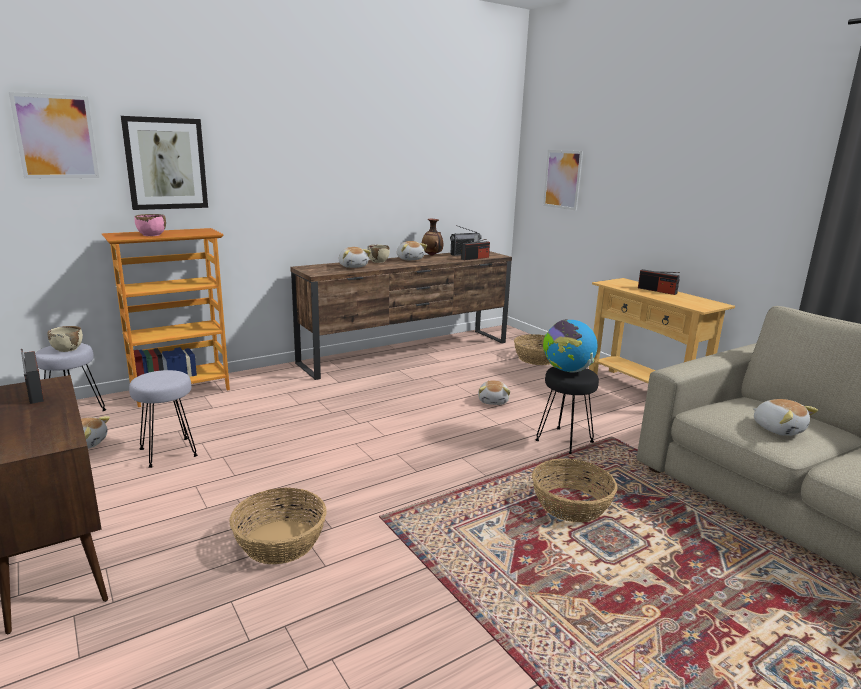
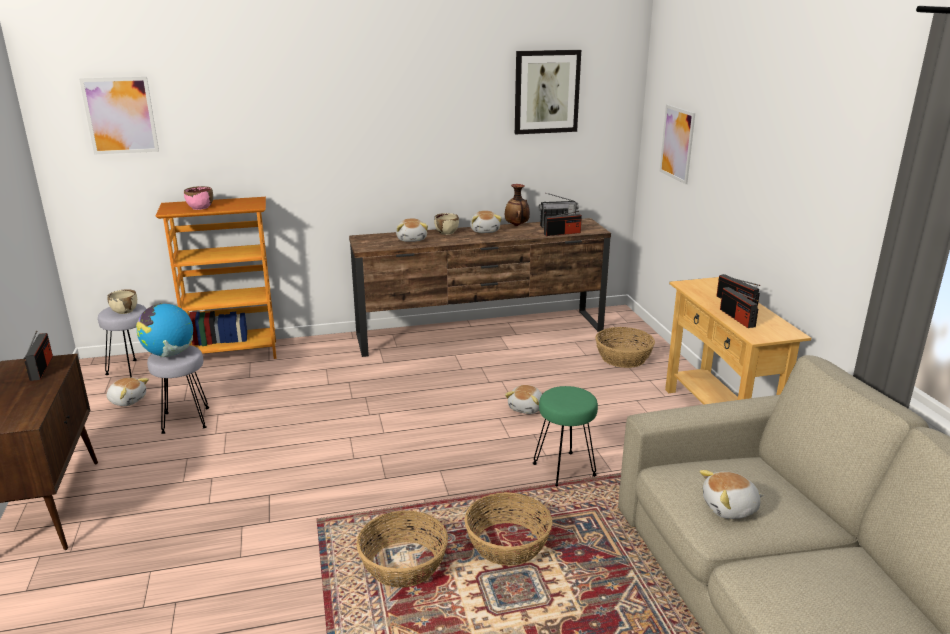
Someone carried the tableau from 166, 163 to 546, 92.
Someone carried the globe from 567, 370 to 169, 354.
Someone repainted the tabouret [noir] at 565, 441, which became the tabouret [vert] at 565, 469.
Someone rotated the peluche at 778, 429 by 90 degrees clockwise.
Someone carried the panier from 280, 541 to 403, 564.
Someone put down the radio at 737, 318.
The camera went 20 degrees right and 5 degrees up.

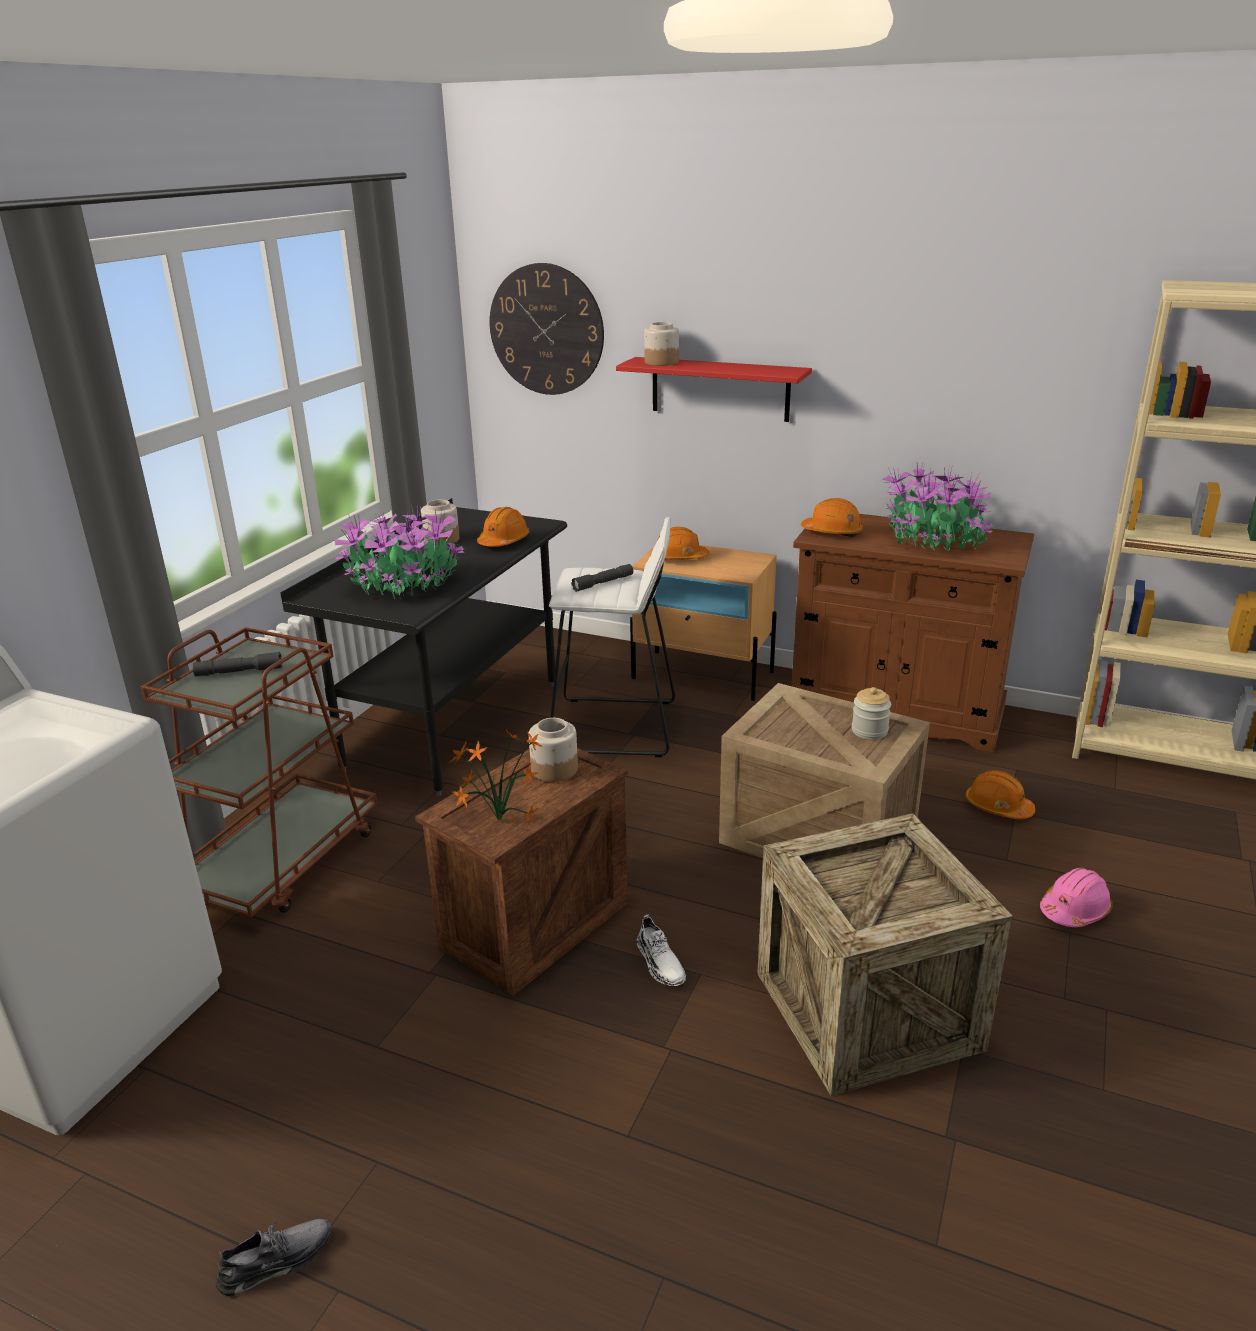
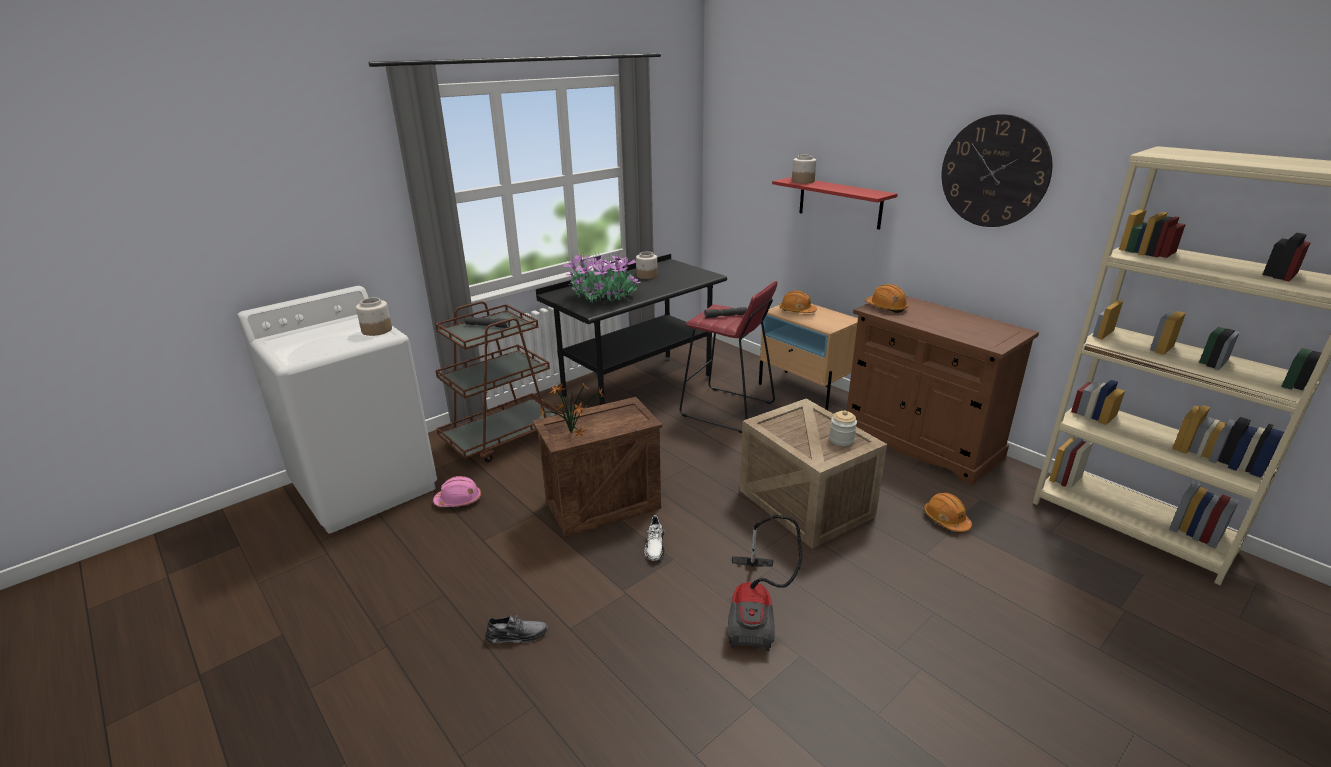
Someone carried the horloge murale from 546, 330 to 994, 171.
Someone took away the plante en pot at 932, 541.
Someone took away the casque de chantier [orange] at 504, 541.
Someone repainted the tabouret [blanc] at 615, 727, which became the tabouret [rouge] at 728, 410.
Someone carried the bocal from 554, 769 to 376, 330.
Someone swapped the caisse at 867, 1010 for the aspirateur at 756, 612.
Someone carried the casque de chantier [rose] from 1074, 910 to 459, 500.
Someone carried the chaussure [gris] from 276, 1261 to 517, 635.
The camera went 25 degrees right and 0 degrees up.

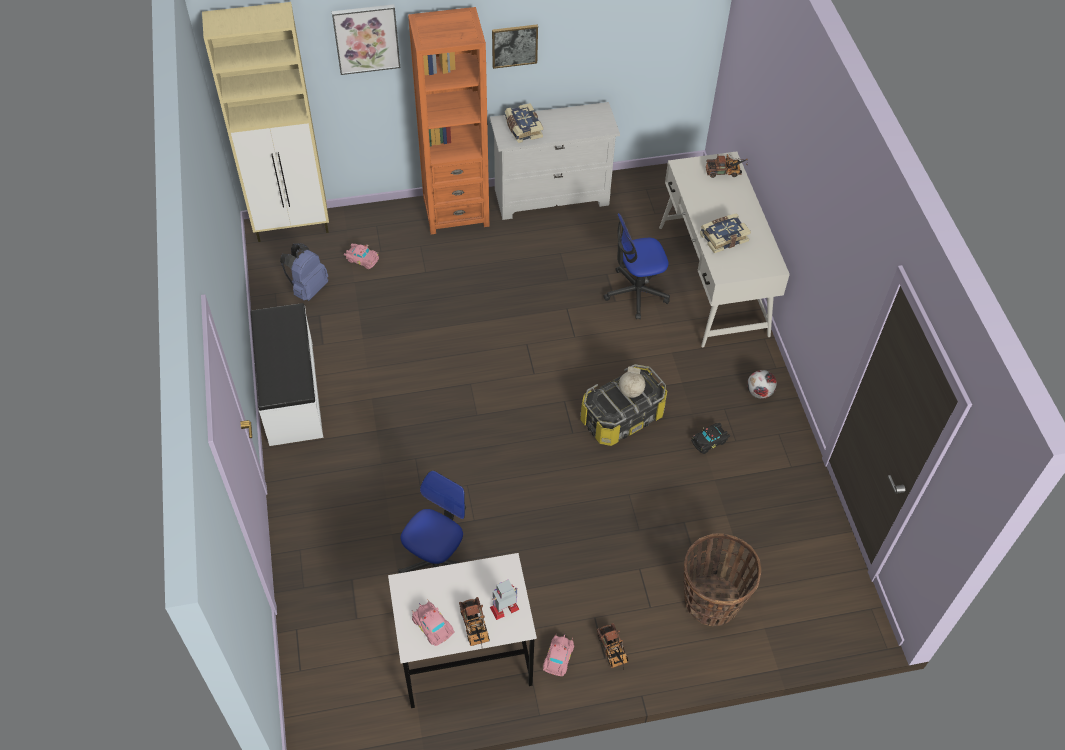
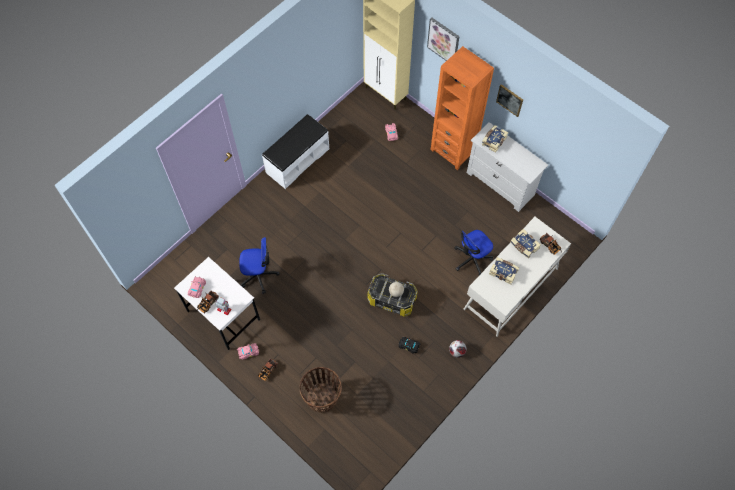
Someone rotated the chaise de bureau at 636, 293 by 75 degrees counterclockwise.
Someone took away the sac à dos [bleu] at 308, 288.
Someone put down the livre at 524, 246.
The camera went 55 degrees right and 10 degrees up.

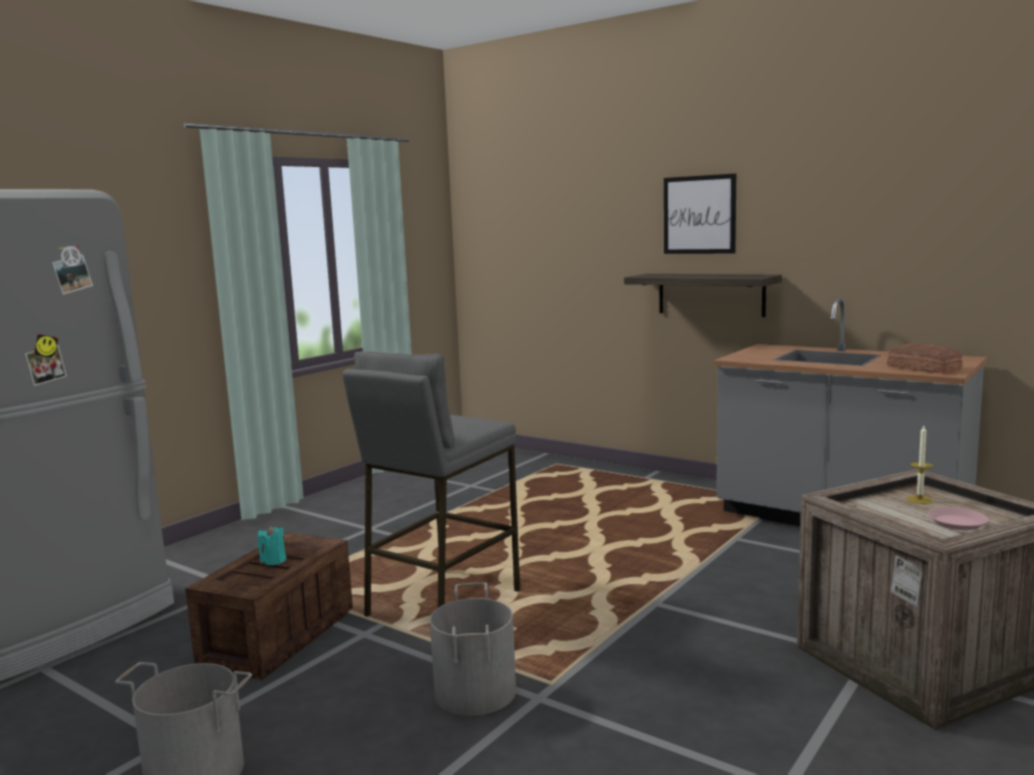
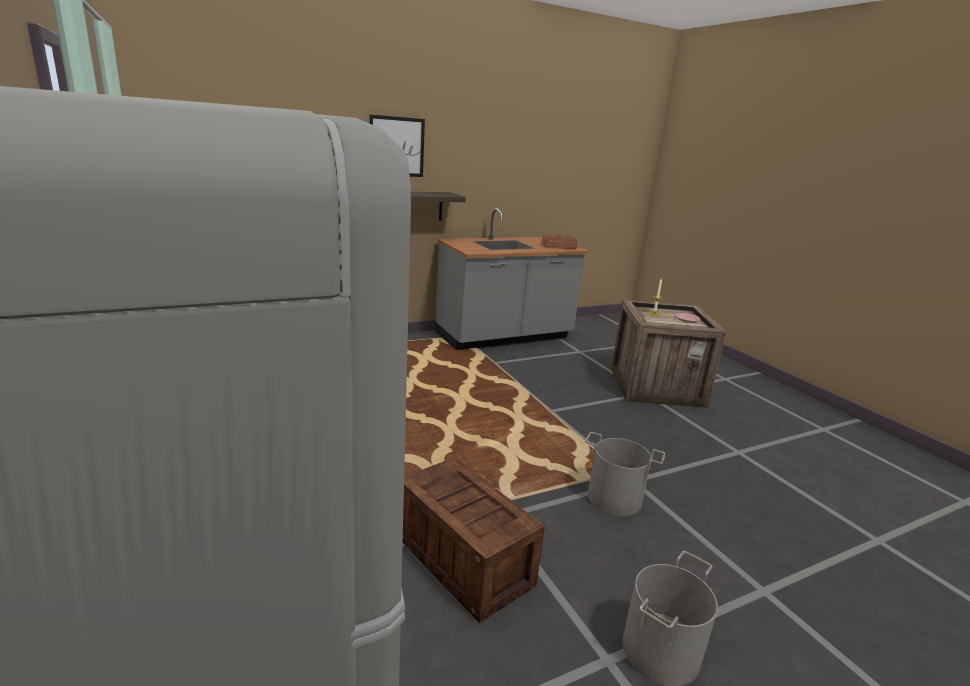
Someone took away the tabouret [gris] at 442, 604.
Someone took away the bougie [turquoise] at 273, 561.
The camera went 65 degrees left and 10 degrees up.

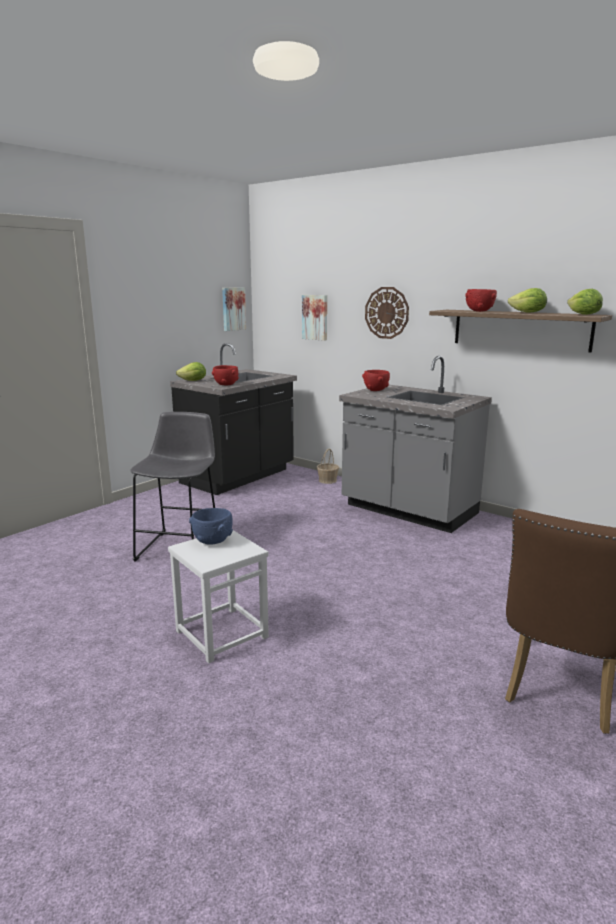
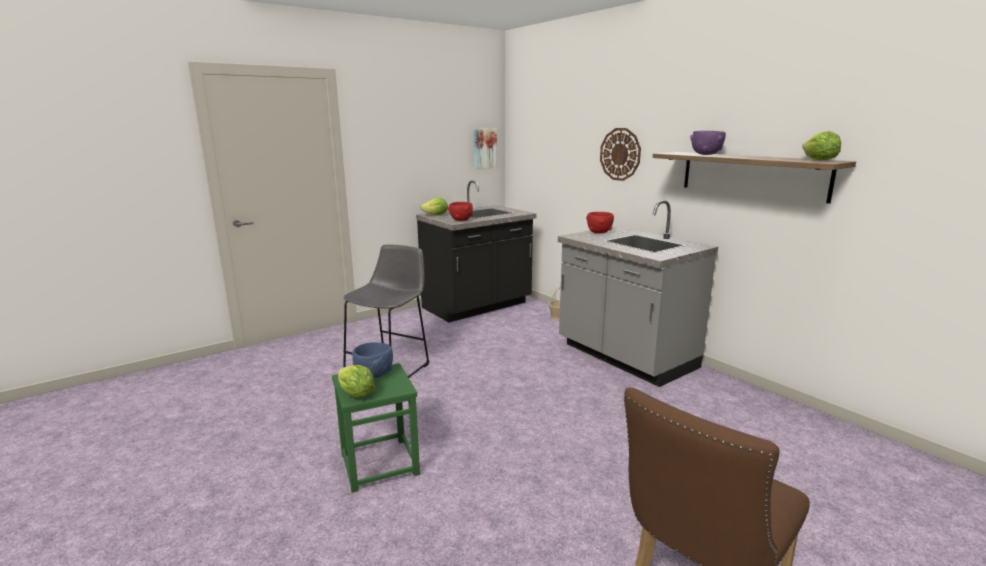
Someone carried the laitue from 528, 312 to 356, 395.
Someone repainted the bol [rouge] at 479, 311, which became the bol [violet] at 706, 154.
Someone took away the tableau at 315, 317.
Someone repainted the tabouret [blanc] at 221, 633, which became the tabouret [vert] at 379, 463.
The camera went 15 degrees right and 0 degrees up.

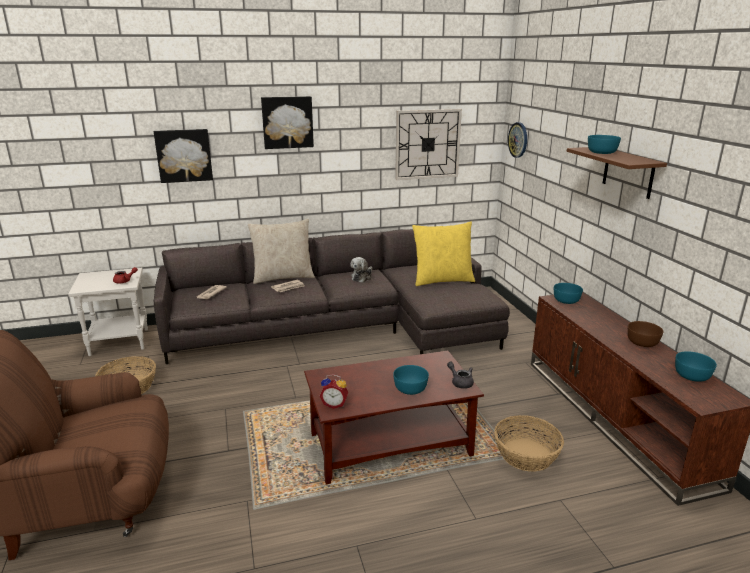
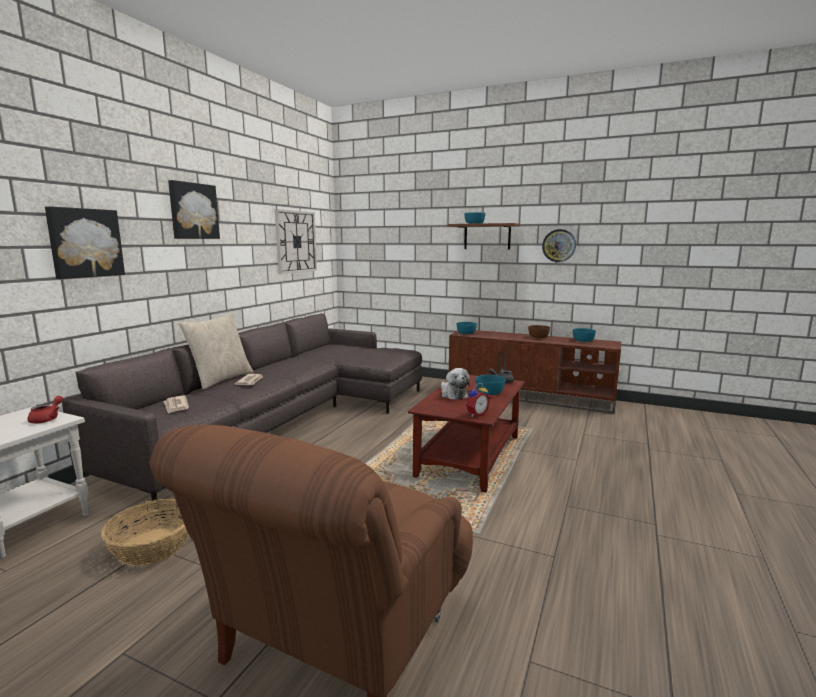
Someone carried the horloge murale from 518, 140 to 559, 245.
Someone took away the coussin [jaune] at 442, 280.
Someone carried the peluche from 362, 277 to 453, 394.
Someone took away the panier at 526, 454.
The camera went 50 degrees left and 10 degrees down.

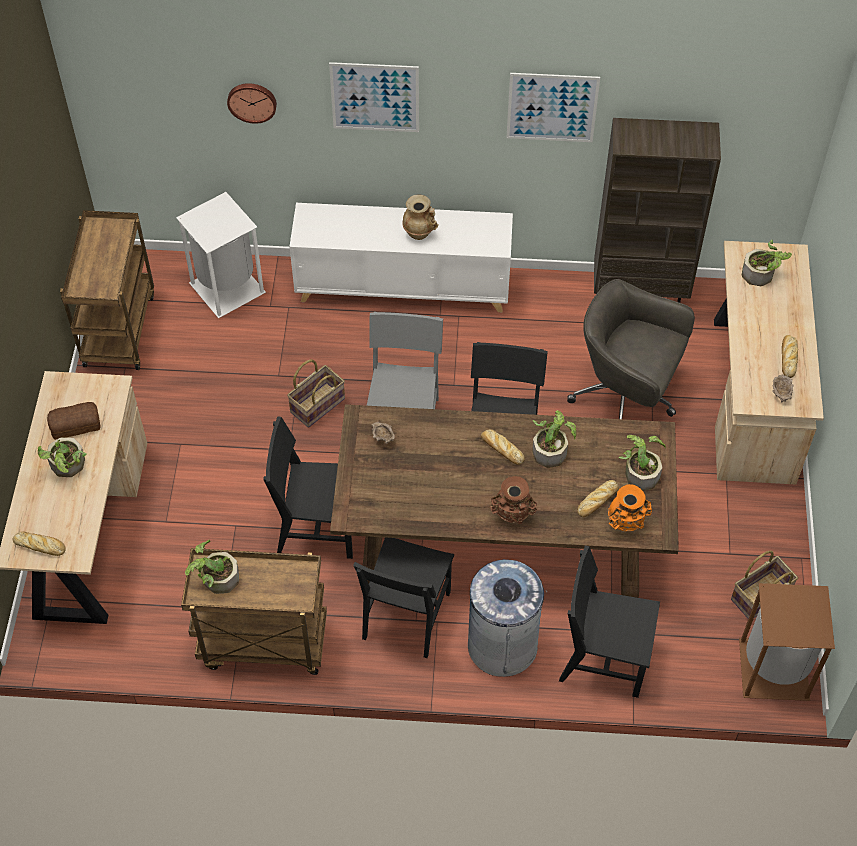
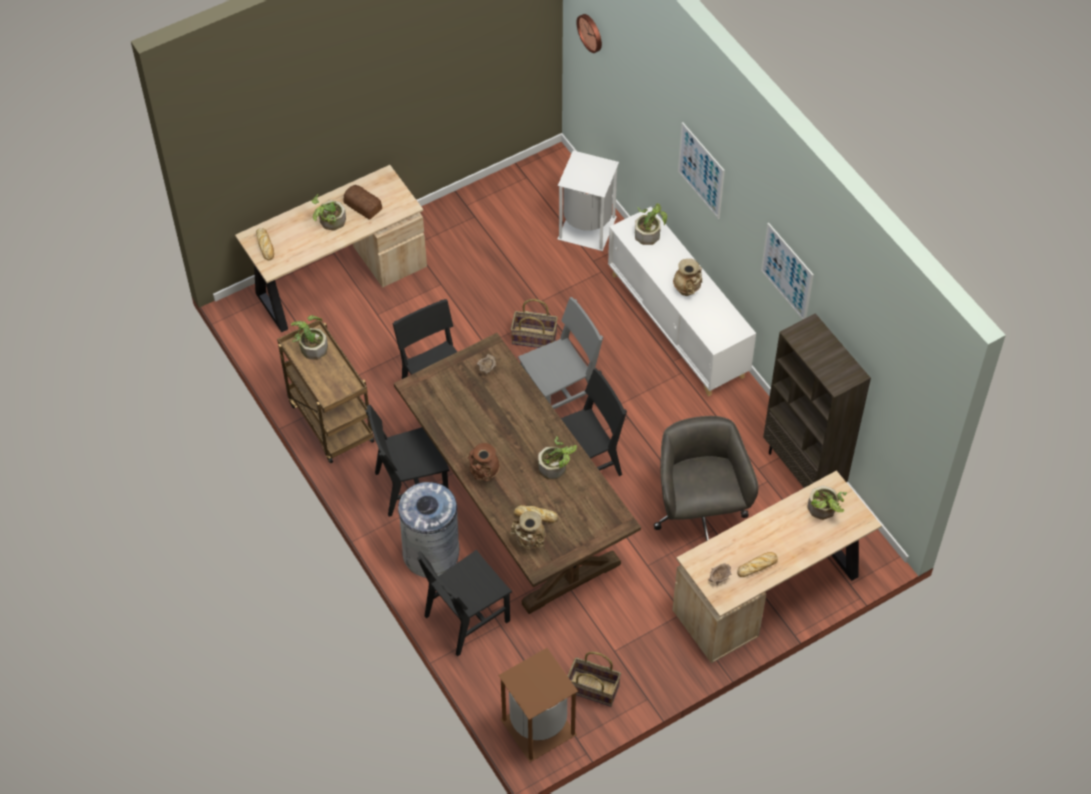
Someone carried the horloge murale from 252, 101 to 591, 32.
Someone took away the chariot [marron] at 118, 328.
Someone took away the pain at 501, 448.
Someone carried the plante en pot from 640, 471 to 649, 232.
Someone repainted the vase [orange] at 626, 524, which became the vase [beige] at 529, 542.
Someone rotated the chaise [noir] at 603, 658 by 105 degrees counterclockwise.
The camera went 55 degrees right and 0 degrees up.

